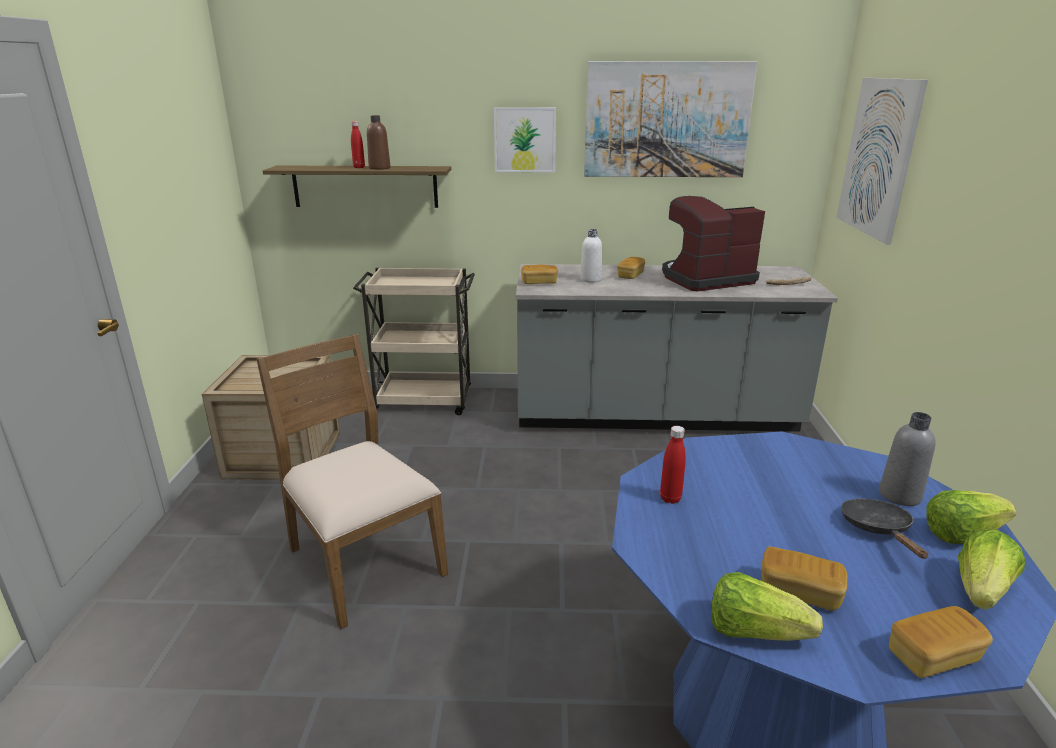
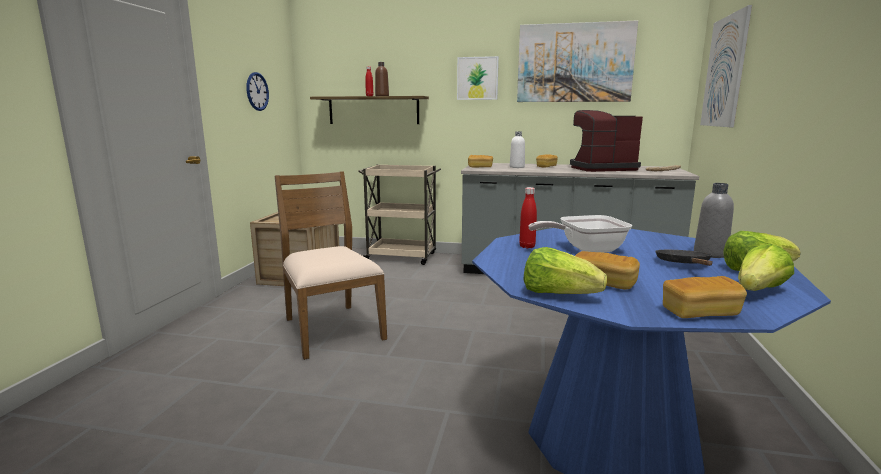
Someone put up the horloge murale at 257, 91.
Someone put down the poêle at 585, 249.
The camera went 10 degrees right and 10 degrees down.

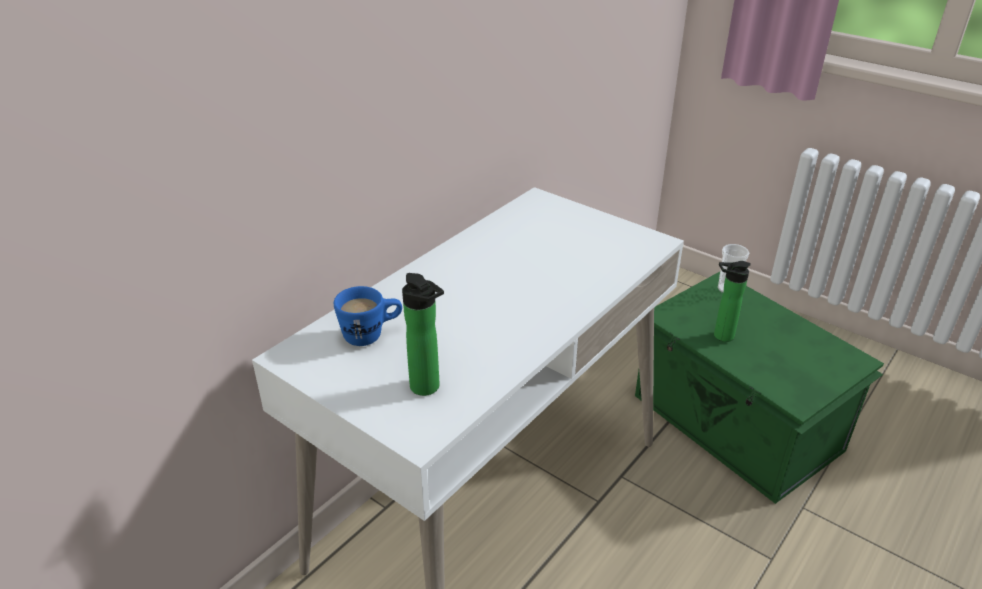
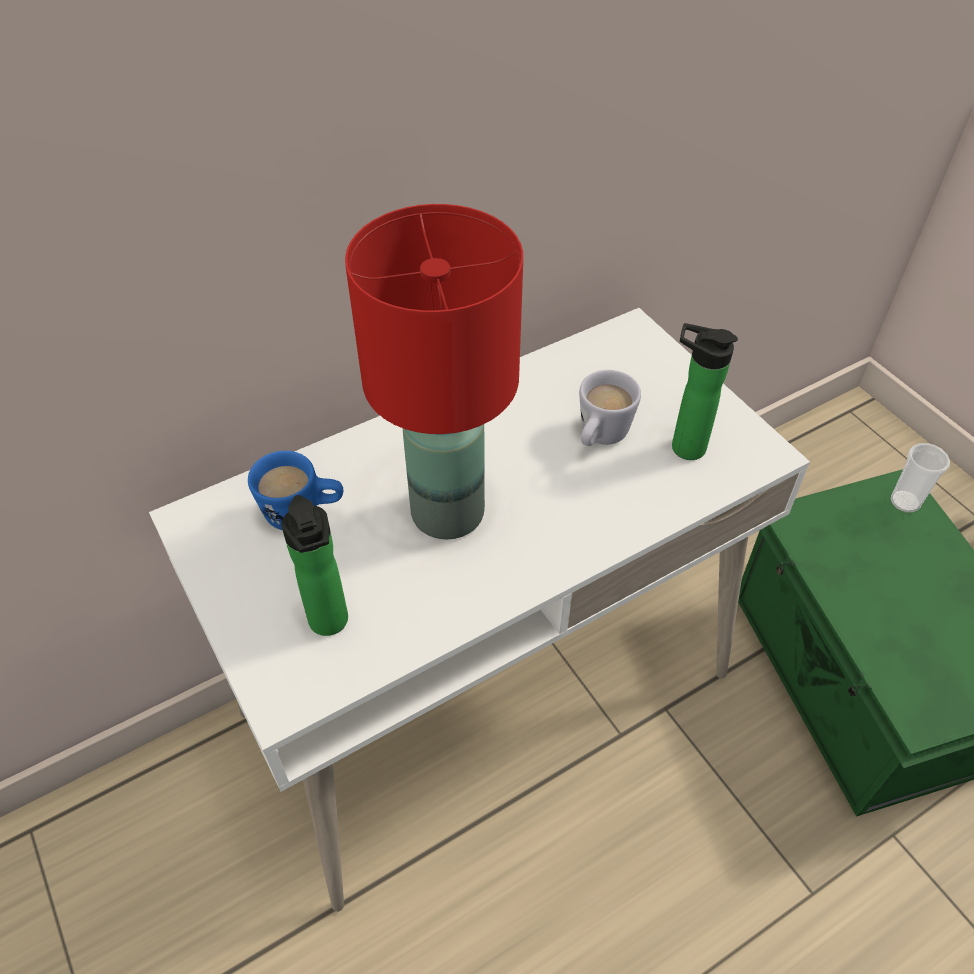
Someone carried the bouteille from 720, 336 to 682, 446.
Someone put down the lampe de table [rouge] at 445, 511.
Someone put down the mug [blanc] at 599, 438.
The camera went 20 degrees right and 15 degrees up.

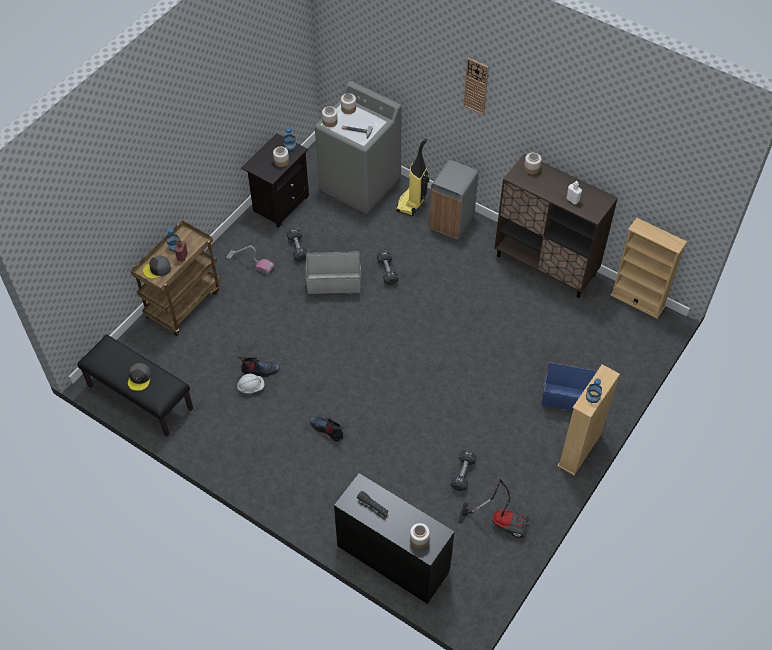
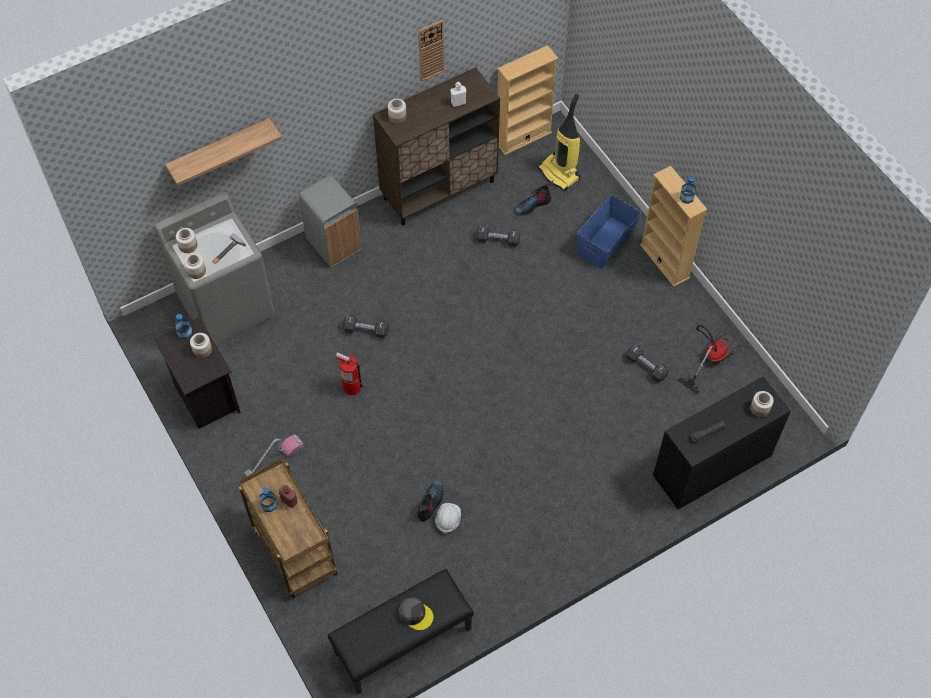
Someone carried the horloge murale from 476, 86 to 431, 50.
Someone carried the aspirateur from 412, 203 to 560, 173.
Someone carried the haltère [noir] from 297, 249 to 498, 240.
Someone swapped the boîte de rangement [gris] at 333, 283 for the extincteur at 351, 387.
Someone took away the casquette [gris] at 157, 269.
Someone carried the botte from 327, 430 to 533, 205.
Someone put up the étagère at 220, 150.
The camera went 65 degrees left and 5 degrees up.

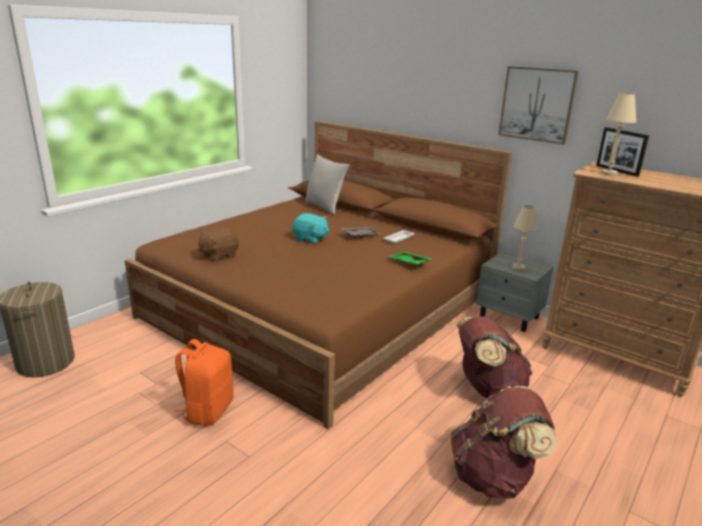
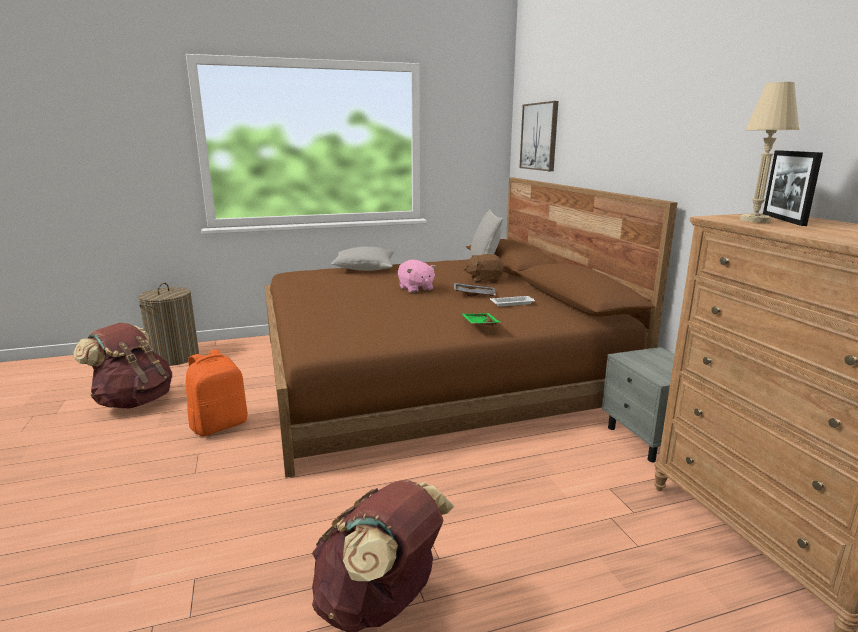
Someone carried the tableau from 537, 104 to 539, 136.
Someone took away the lampe de table [beige] at 518, 268.
Someone repainted the peluche [turquoise] at 310, 239, which became the peluche [rose] at 416, 289.
Someone carried the peluche [marron] from 219, 255 to 484, 280.
Someone carried the sac à dos [marron] from 487, 389 to 134, 401.
Someone put down the coussin [gris] at 364, 269.
The camera went 35 degrees right and 5 degrees down.

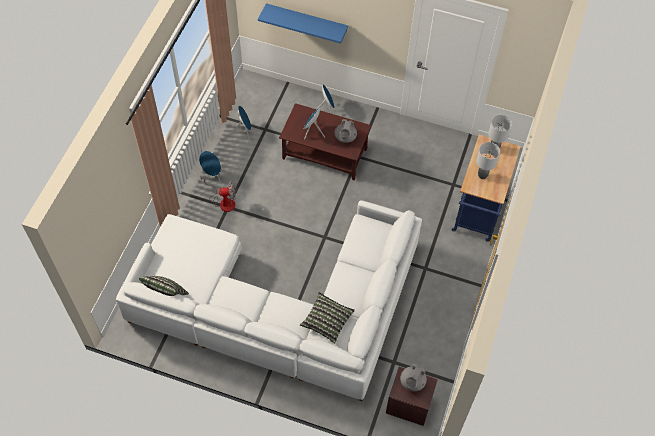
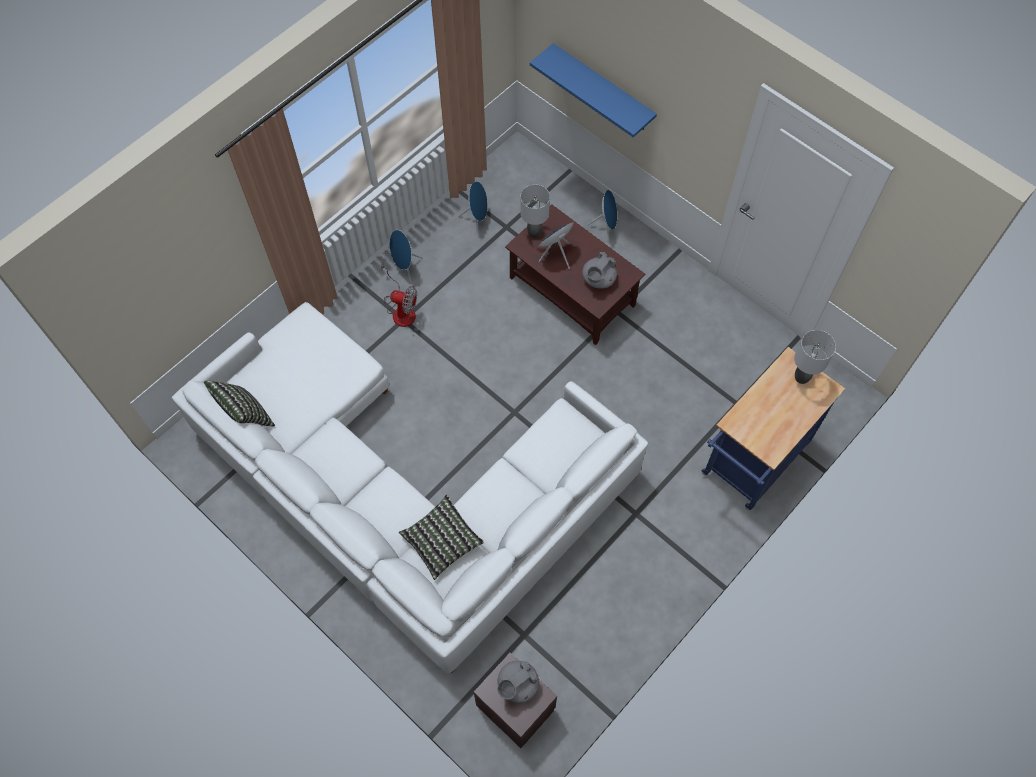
Someone carried the lampe de table [gris] from 482, 175 to 534, 232.
The camera went 25 degrees right and 5 degrees up.

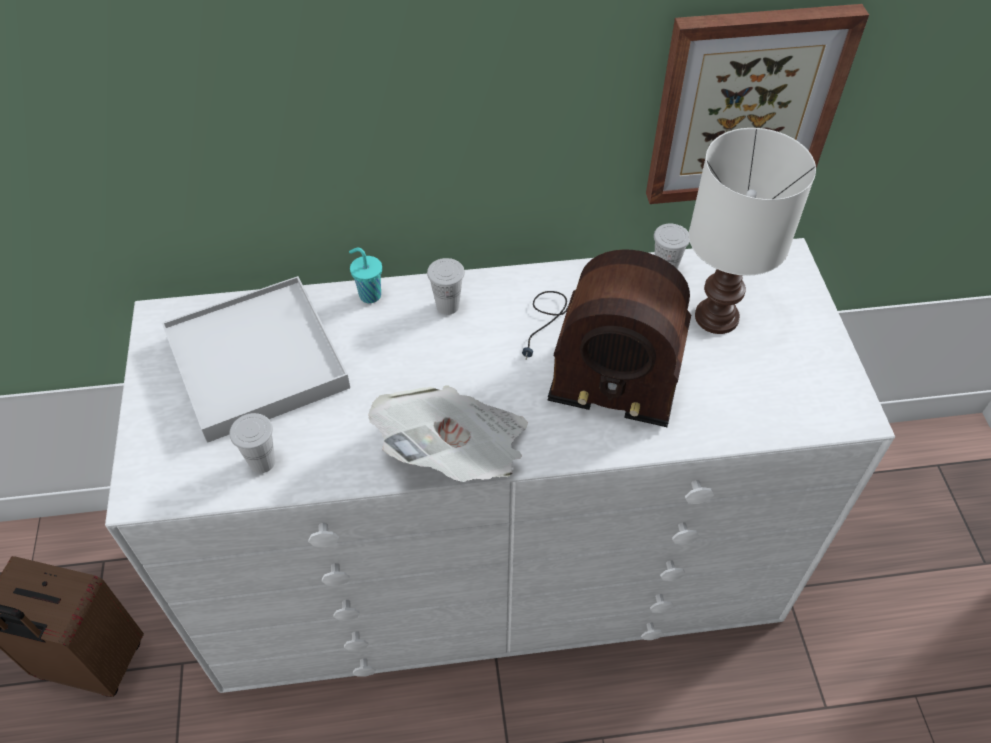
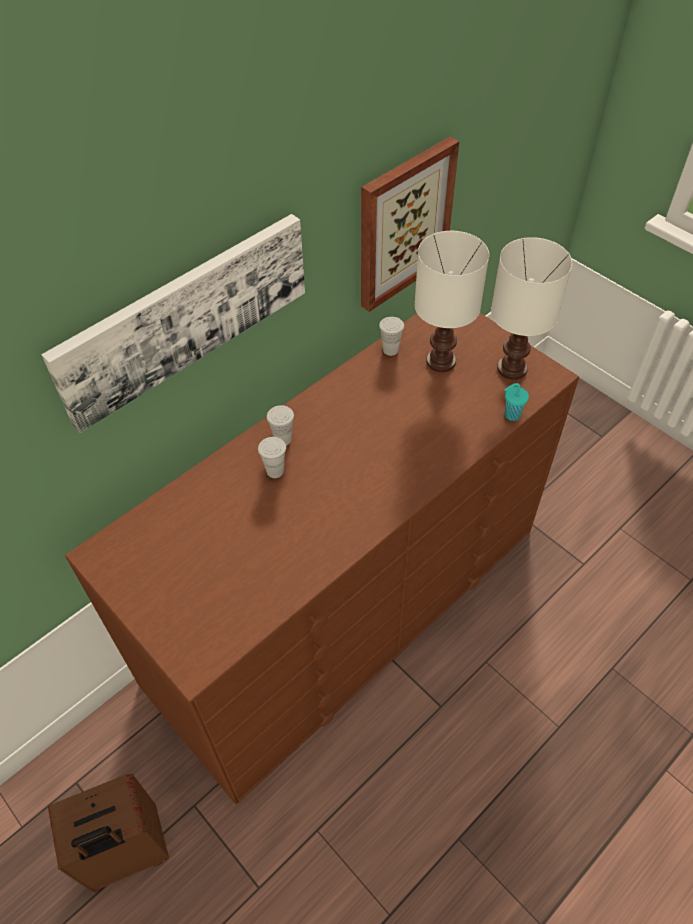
Someone repainted the commode [blanc] at 495, 562, which became the commode [marron] at 347, 604.
Someone carried the tasse [turquoise] from 369, 295 to 511, 415.
Someone took away the radio at 600, 355.
Someone took away the plateau [blanc] at 257, 362.
Someone took away the journal at 456, 452.
Someone carried the tasse [blanc] from 262, 462 to 275, 471.
Someone put up the tableau at 184, 316.
Someone put down the lampe de table [blanc] at 510, 368.
The camera went 35 degrees left and 0 degrees up.

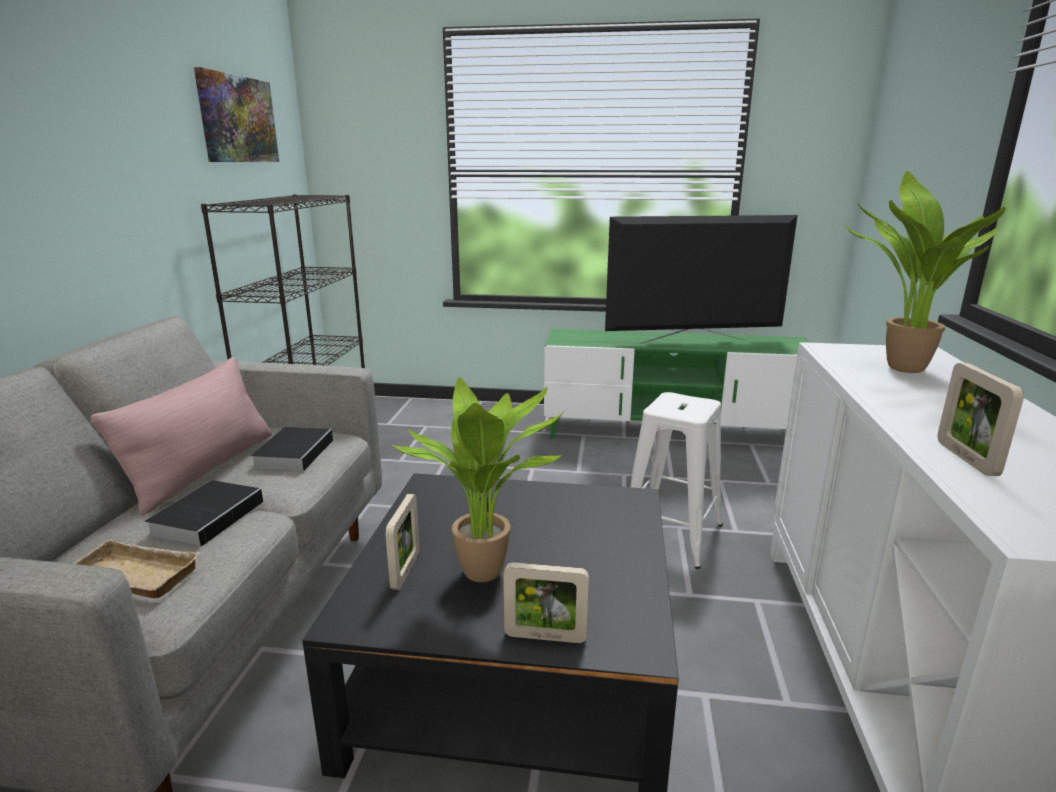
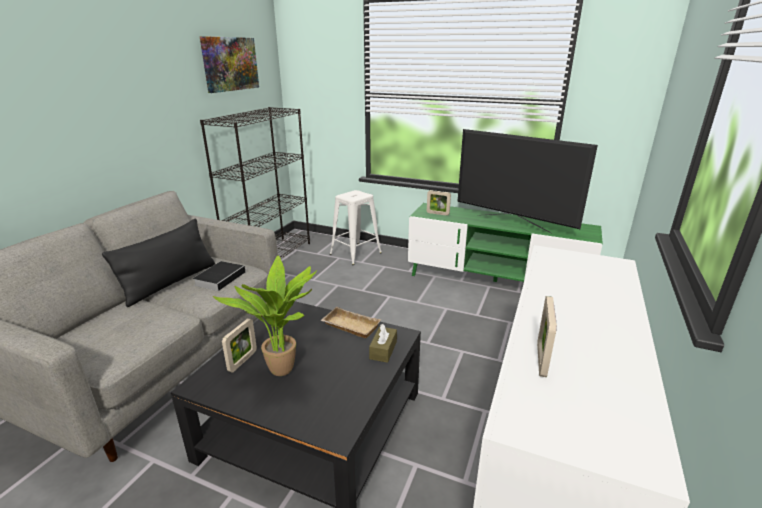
Someone took away the plante en pot at 898, 368.
Someone rotated the téléviseur at 694, 343 by 150 degrees counterclockwise.
Someone repainted the coussin [rose] at 204, 469, which became the coussin [noir] at 170, 282.
Someone carried the tabouret [blanc] from 671, 534 to 355, 253.
Someone took away the livre at 209, 516.
Someone carried the plateau [beige] from 129, 578 to 349, 326.
Someone carried the cadre photo from 545, 636 to 437, 213.
Someone put down the boîte à mouchoirs [marron] at 383, 350.
The camera went 15 degrees right and 5 degrees up.

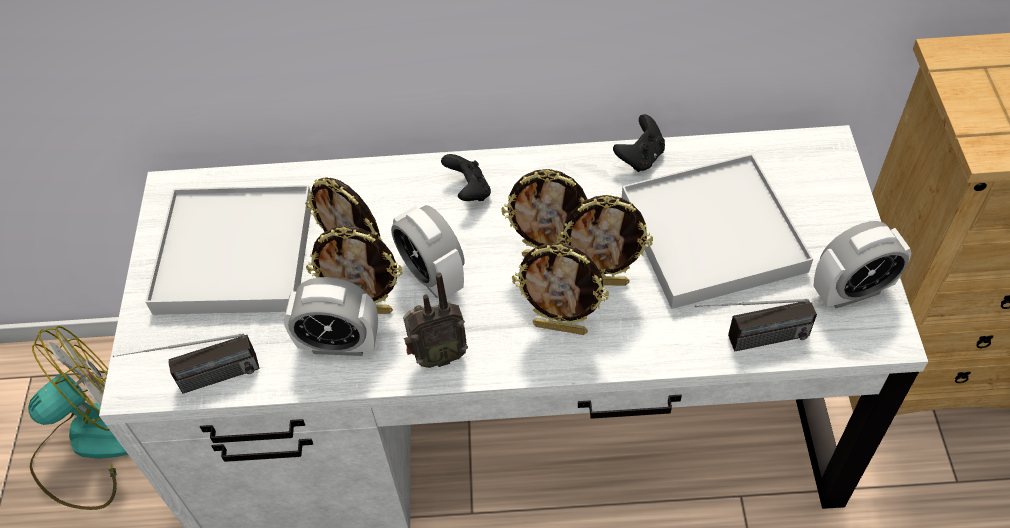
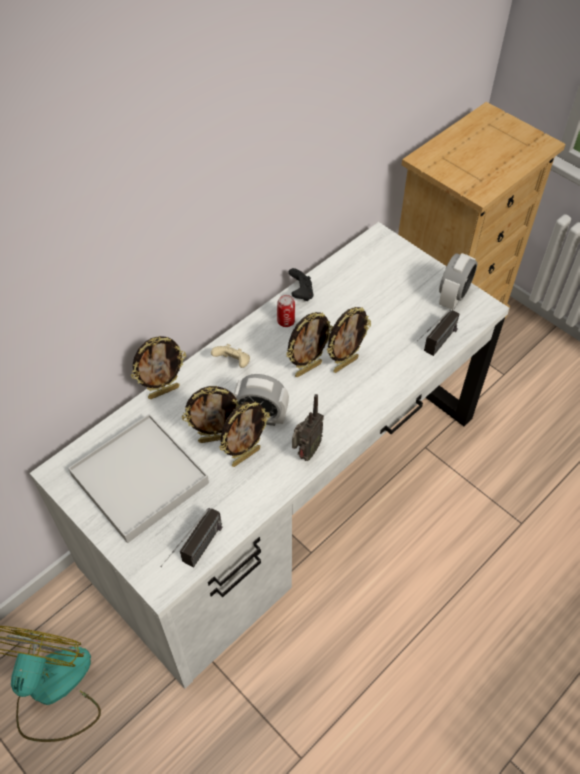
Someone repainted the manette [noir] at 469, 191, which became the manette [beige] at 233, 363.
Someone took away the plateau [blanc] at 711, 235.
Someone carried the cadre photo from 560, 327 to 163, 391.
Someone took away the réveil at 339, 344.
Someone put down the boîte métallique at 286, 321.
The camera went 45 degrees left and 0 degrees up.

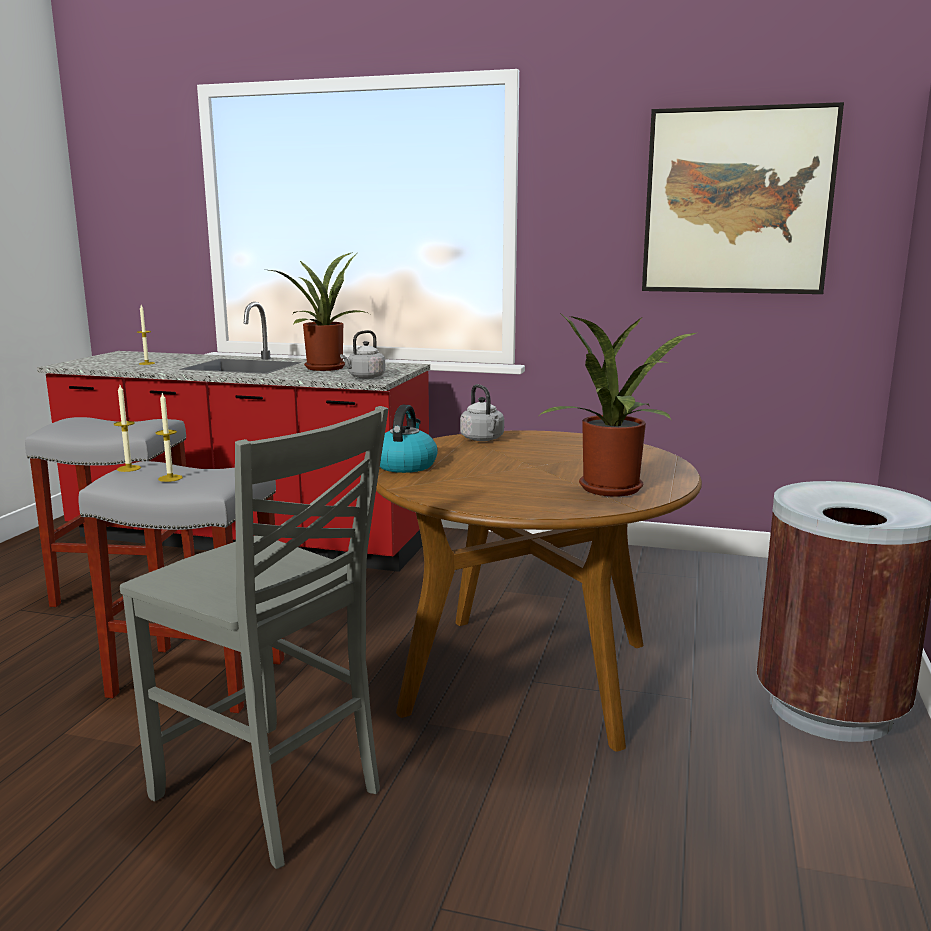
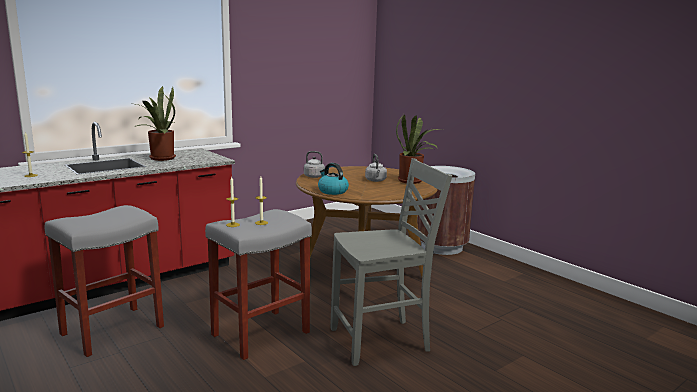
Someone took away the tableau at 737, 202.
Someone carried the bouilloire [gris] from 365, 377 to 376, 180.
The camera went 55 degrees left and 0 degrees up.

